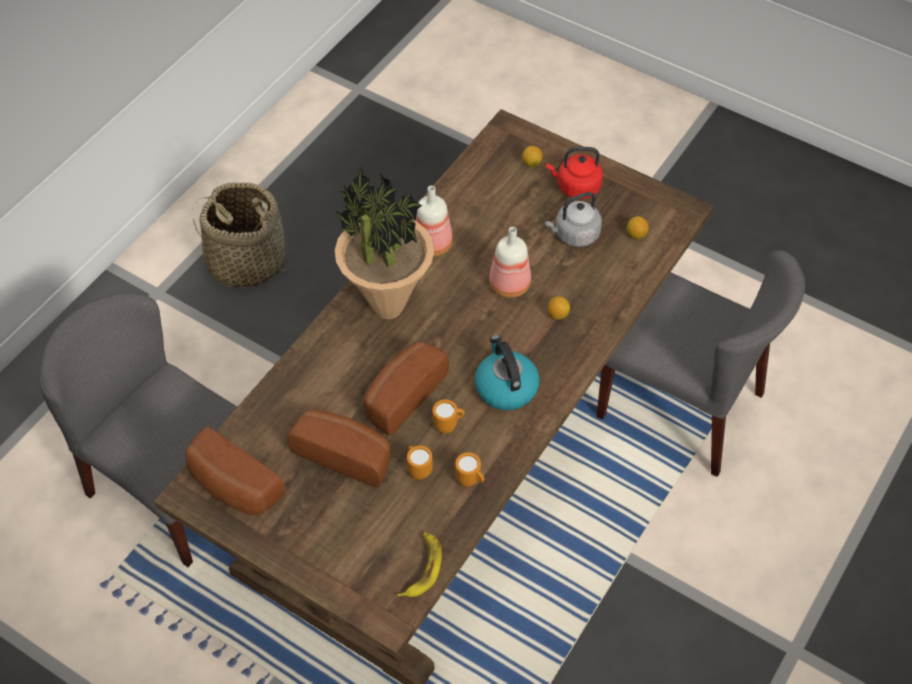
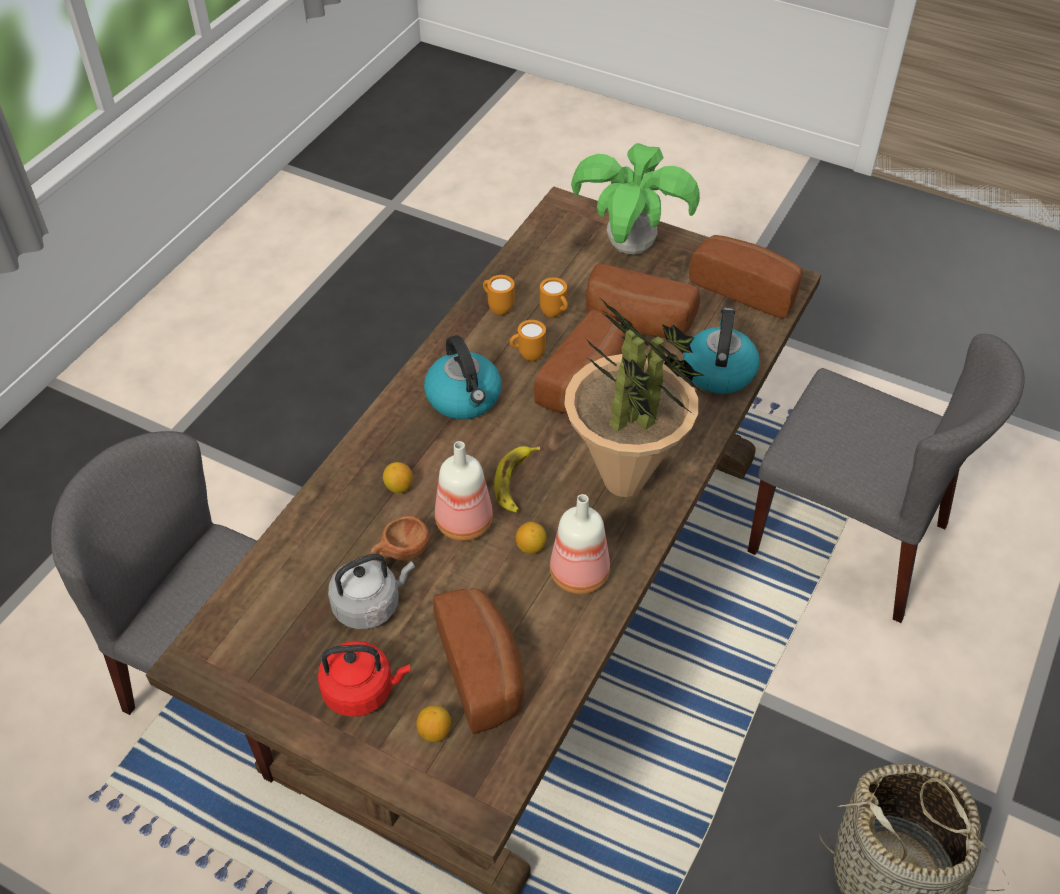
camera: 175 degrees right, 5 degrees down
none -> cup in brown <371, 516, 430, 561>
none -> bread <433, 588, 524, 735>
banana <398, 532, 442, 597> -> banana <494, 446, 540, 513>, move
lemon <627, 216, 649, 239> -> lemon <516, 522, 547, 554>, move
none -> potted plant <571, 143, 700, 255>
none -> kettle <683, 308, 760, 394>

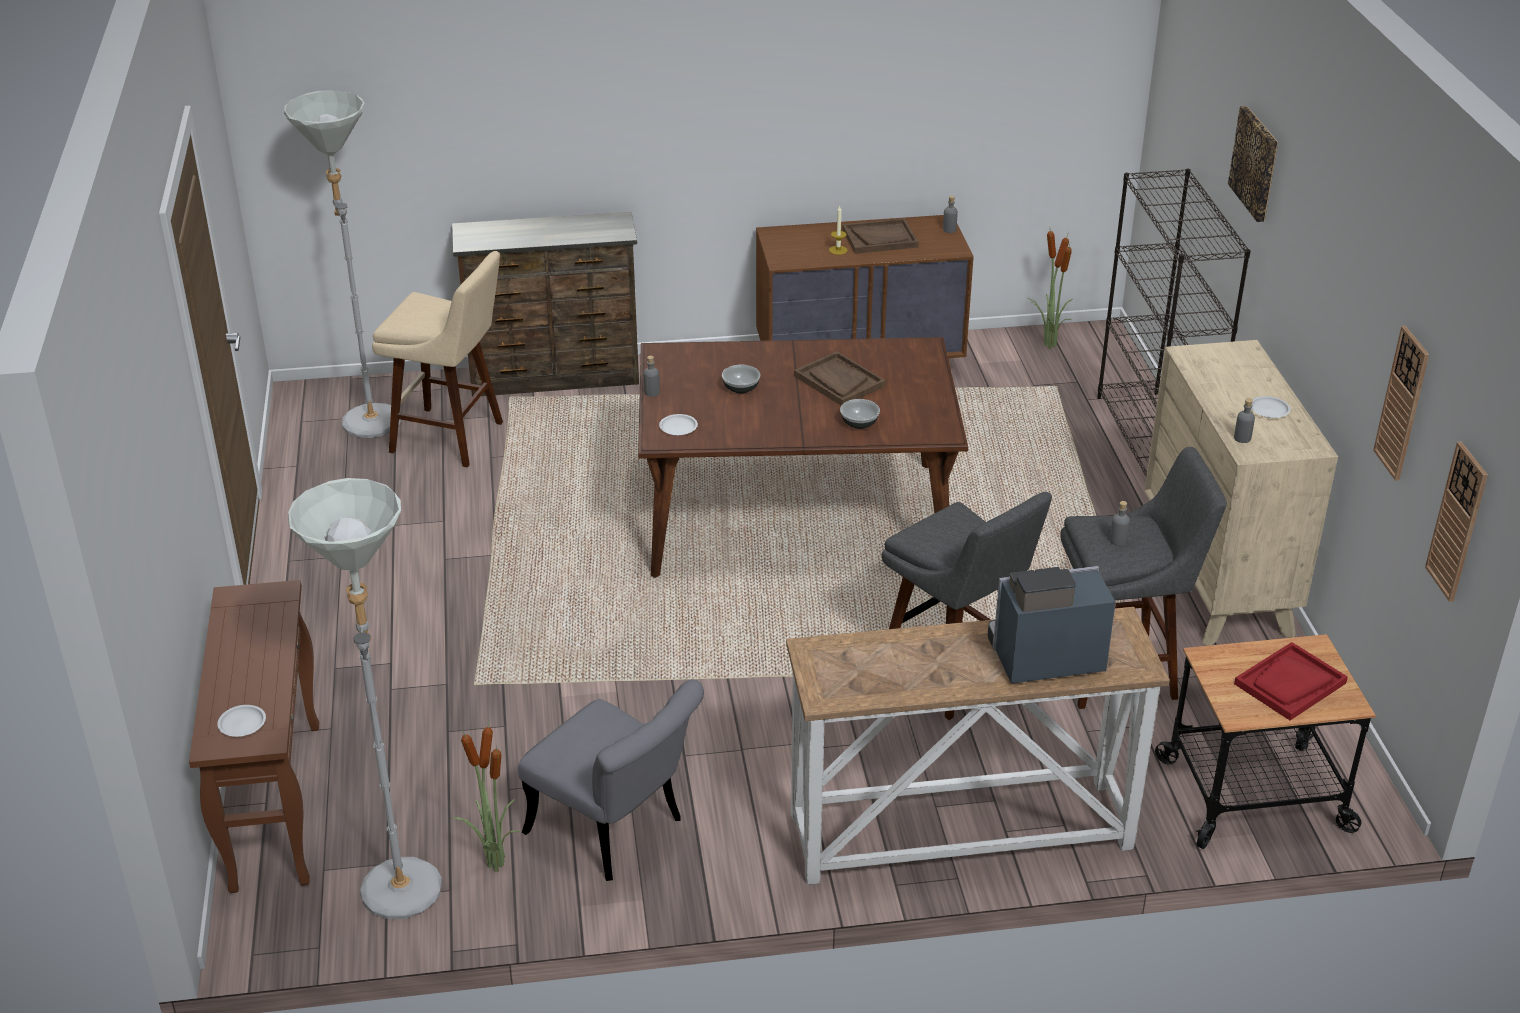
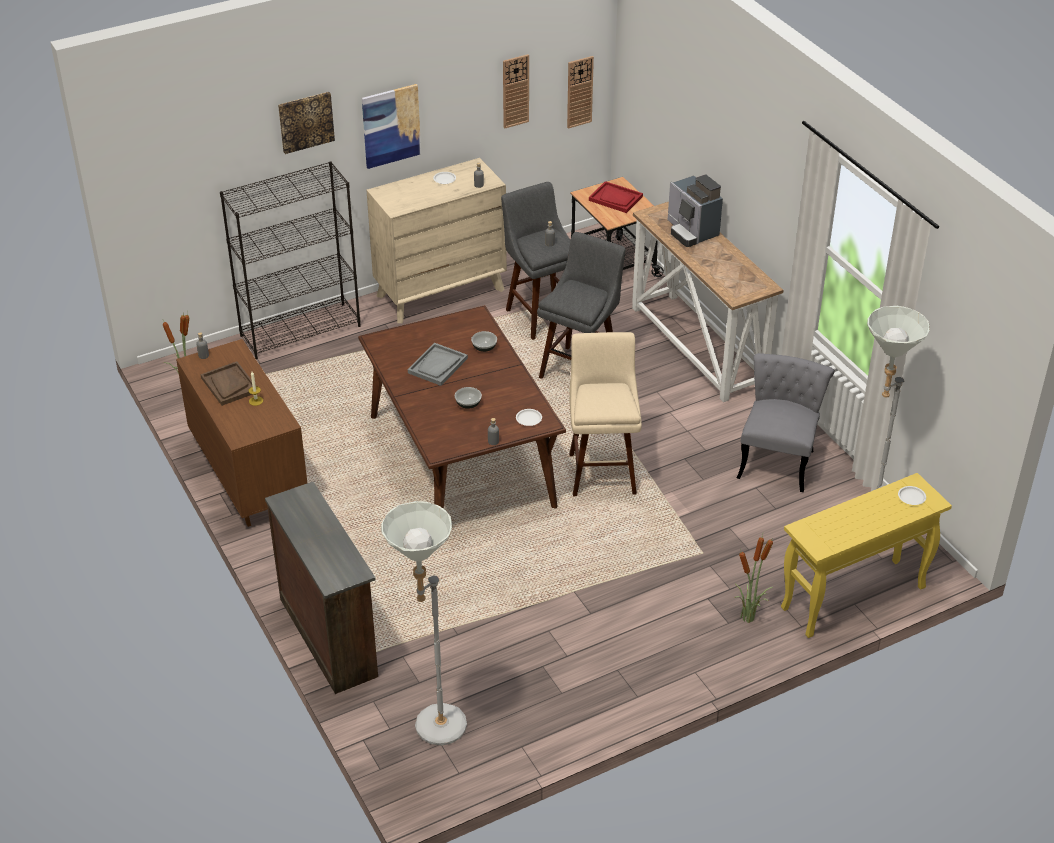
camera: 110 degrees left, 5 degrees up
none -> picture <362, 84, 421, 169>
tray in brown <794, 351, 886, 406> -> tray in grey <408, 343, 468, 386>
stool in beige <372, 251, 503, 467> -> stool in beige <569, 332, 642, 496>, move
potted plant <452, 716, 520, 872> -> potted plant <734, 534, 773, 623>, move
console table in brown <189, 580, 319, 893> -> console table in yellow <781, 473, 952, 638>

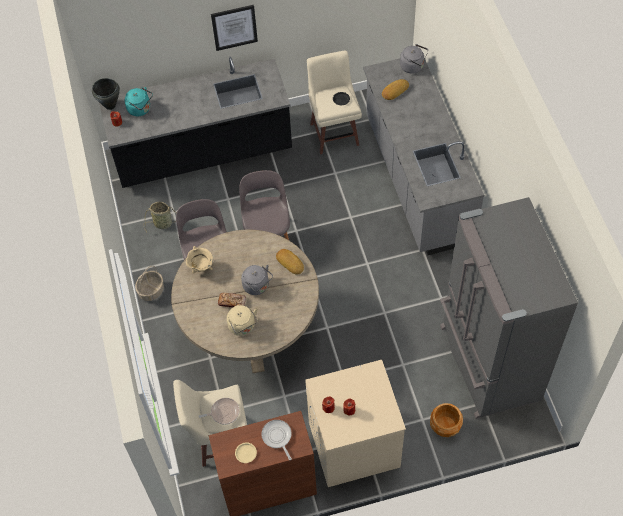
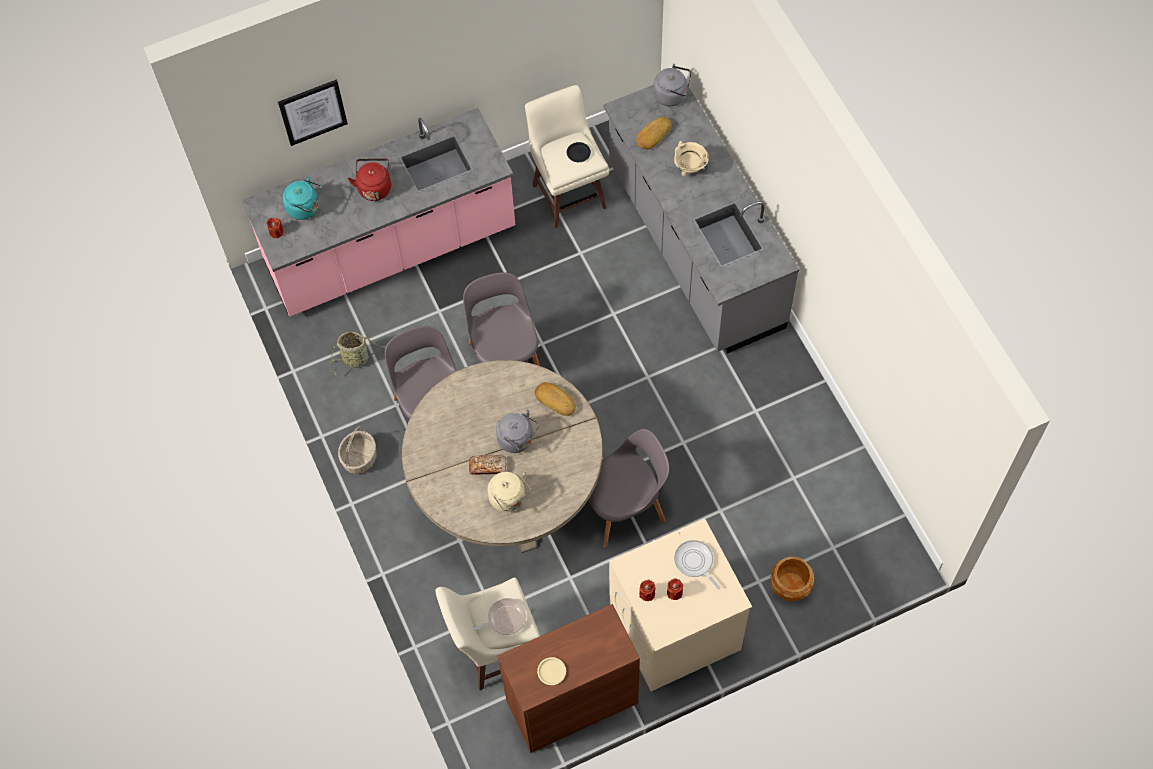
camera: 10 degrees left, 5 degrees up
counter in black <99, 57, 292, 188> -> counter in pink <241, 108, 515, 317>
picture <211, 5, 258, 51> -> picture <278, 79, 348, 146>, move
none -> kettle in red <348, 158, 391, 201>
none -> chair in grey <588, 429, 669, 548>
cooking pot in beige <186, 246, 213, 273> -> cooking pot in beige <674, 141, 709, 176>, move
frying pan <261, 420, 292, 460> -> frying pan <674, 540, 720, 589>, move
cooking pot in black <92, 78, 120, 110> -> none
fridge in grey <440, 197, 578, 419> -> none

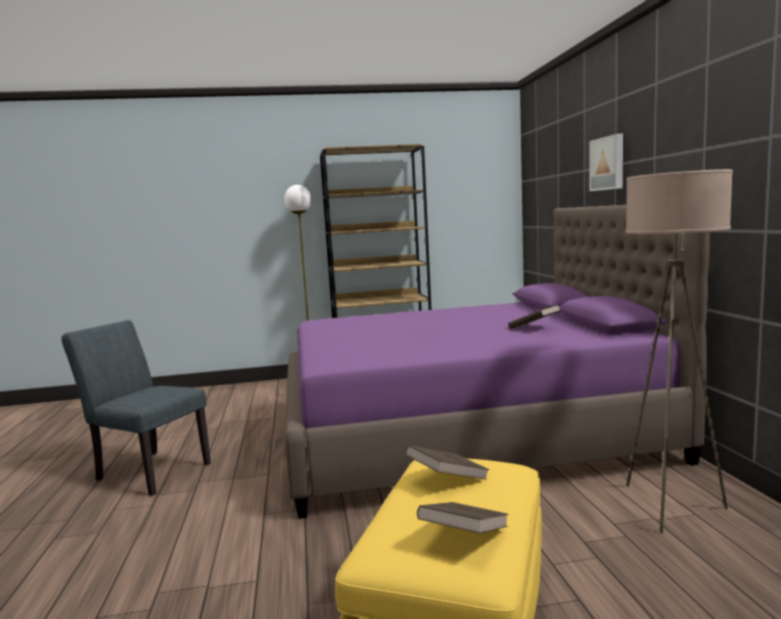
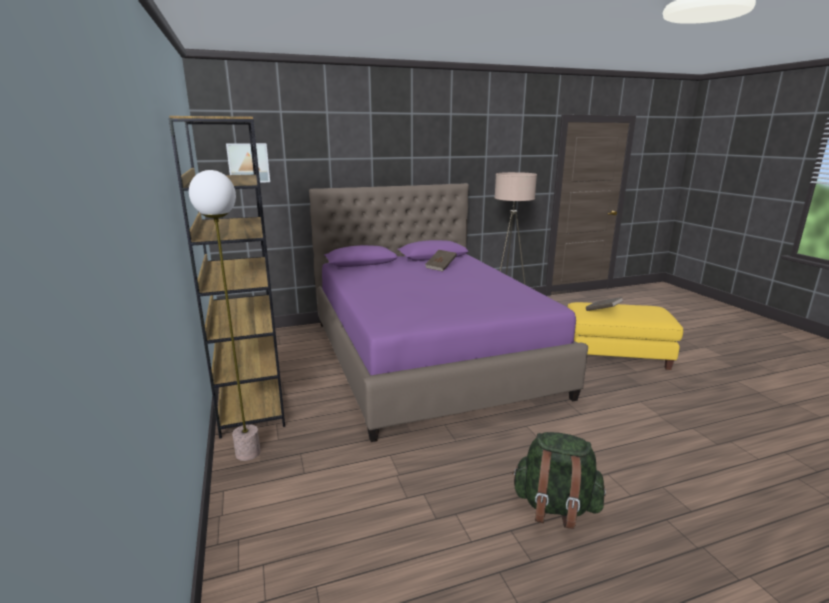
camera: 100 degrees left, 10 degrees up
picture <589, 133, 623, 191> -> picture <226, 143, 270, 183>, move
chair in grey <61, 320, 211, 496> -> backpack in green <512, 432, 606, 529>
book in brown <417, 502, 509, 534> -> none

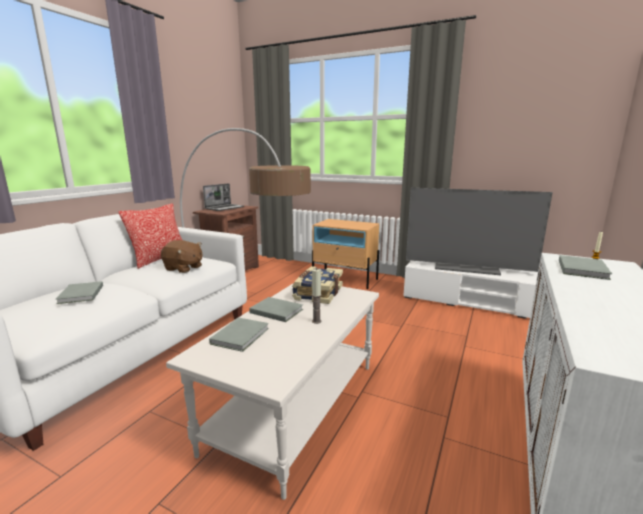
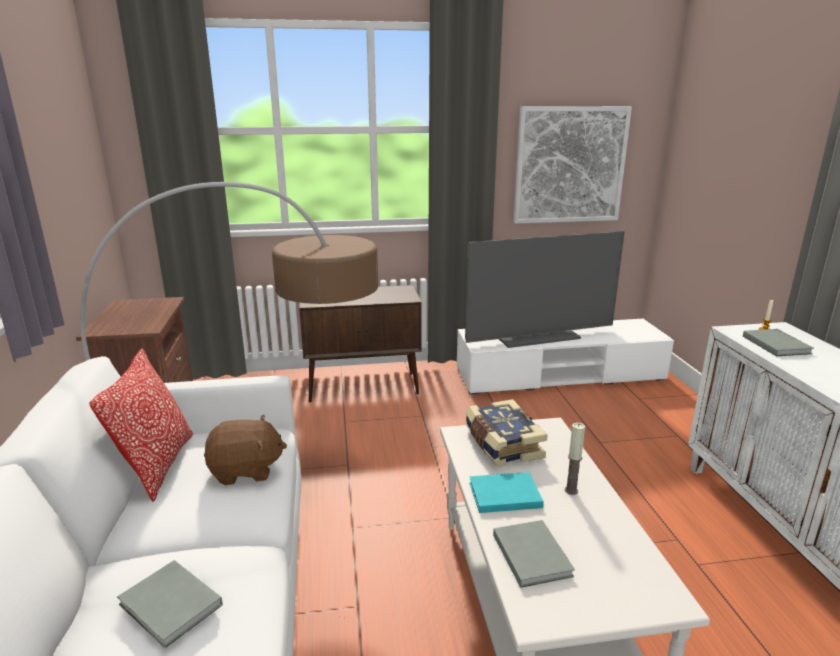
camera: 35 degrees left, 5 degrees up
nightstand in beige <312, 219, 379, 289> -> cabinet in brown <299, 285, 421, 402>
book in grey <249, 297, 303, 322> -> book in turquoise <469, 472, 544, 513>
none -> picture <514, 106, 632, 224>
laptop <203, 183, 244, 211> -> none

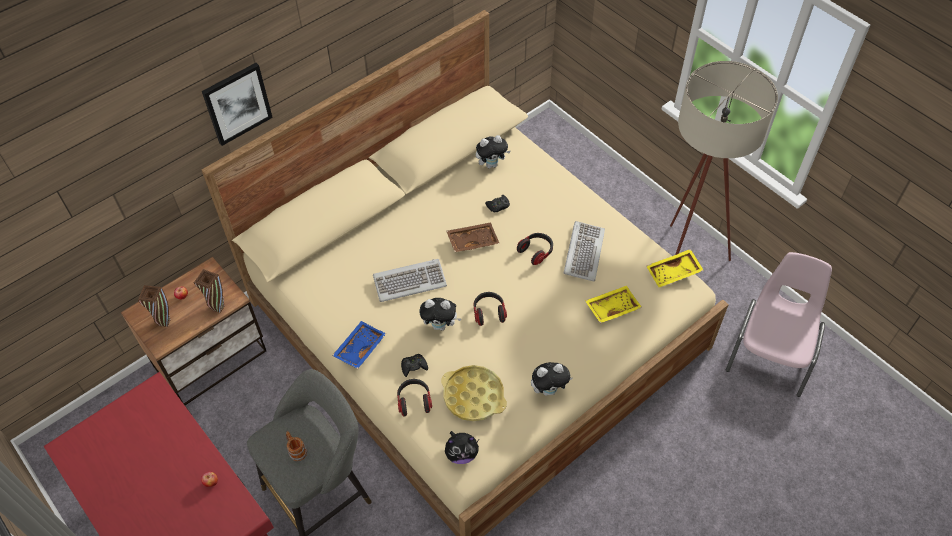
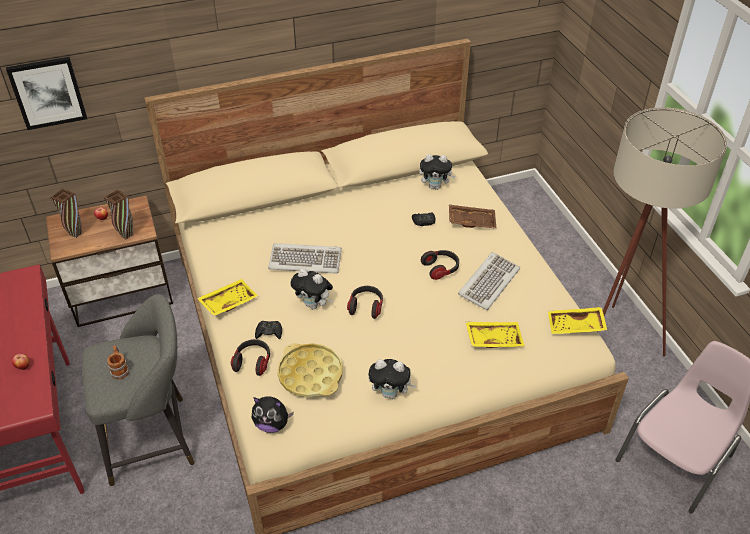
camera: 20 degrees right, 10 degrees down
picture <202, 63, 273, 146> -> picture <6, 57, 87, 130>, move
tray in blue <332, 321, 386, 369> -> tray in yellow <197, 279, 258, 316>
tray in brown <446, 222, 500, 252> -> tray in brown <449, 204, 497, 229>, move

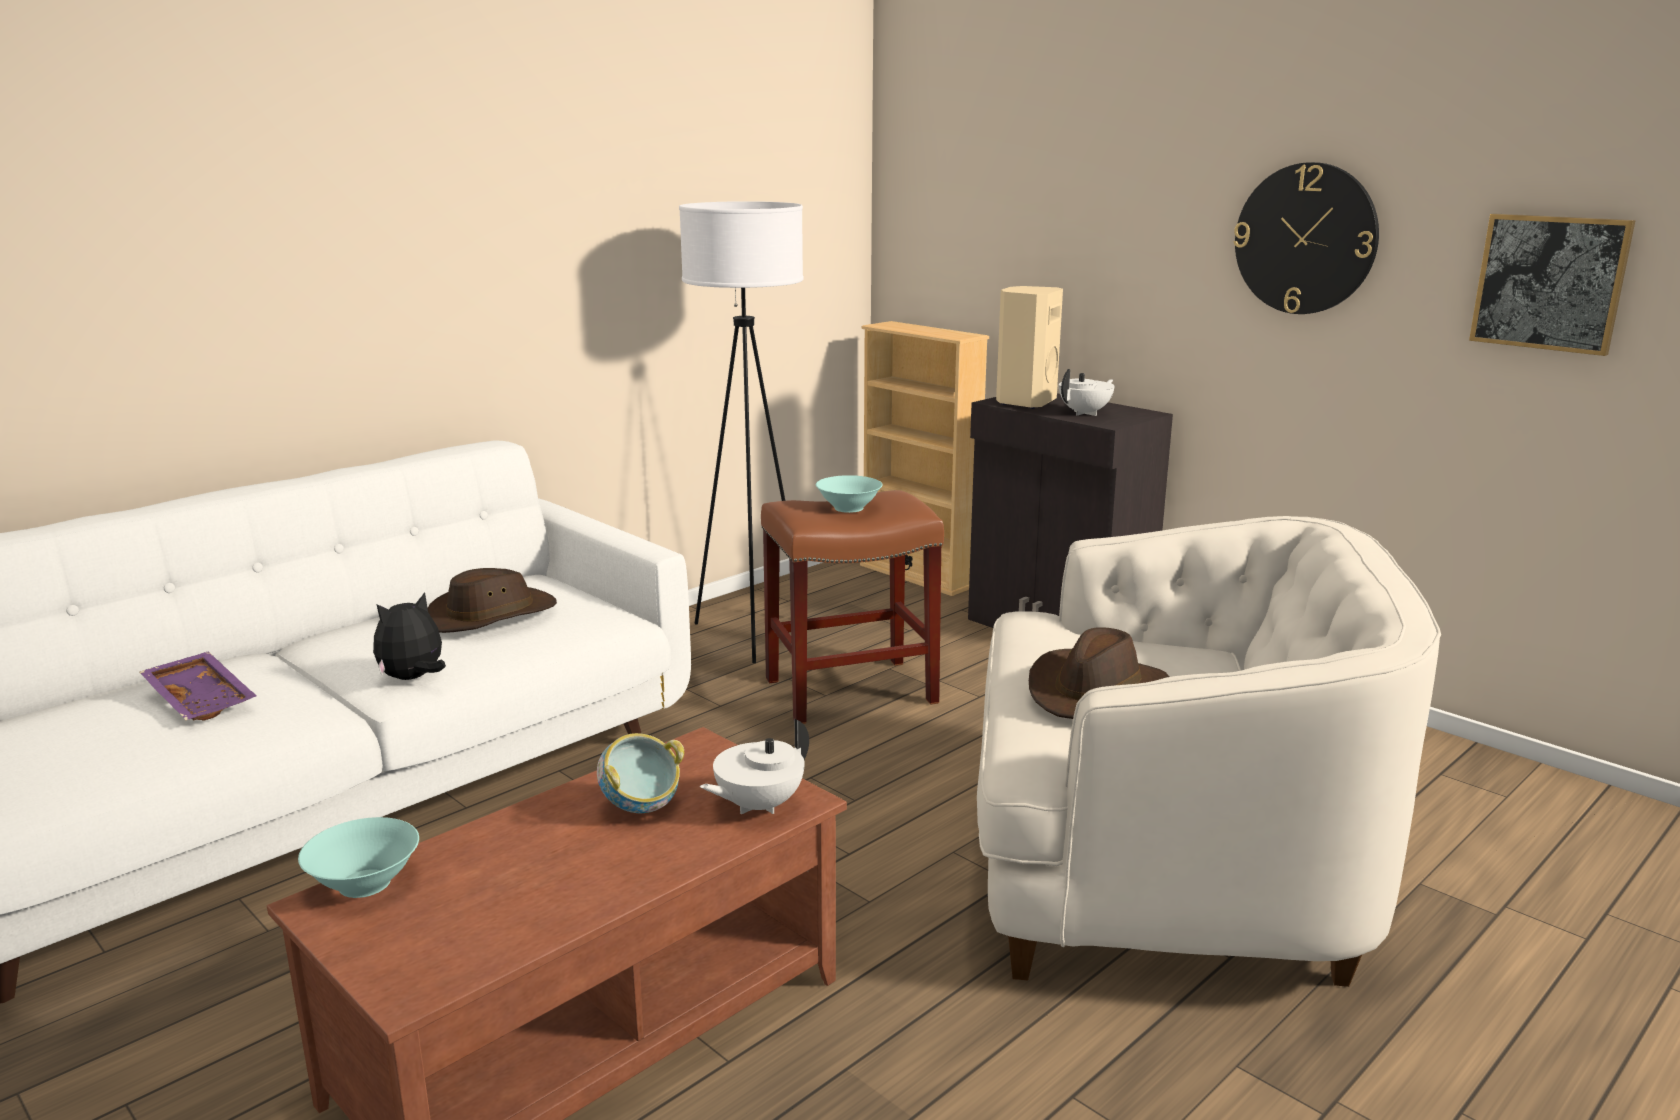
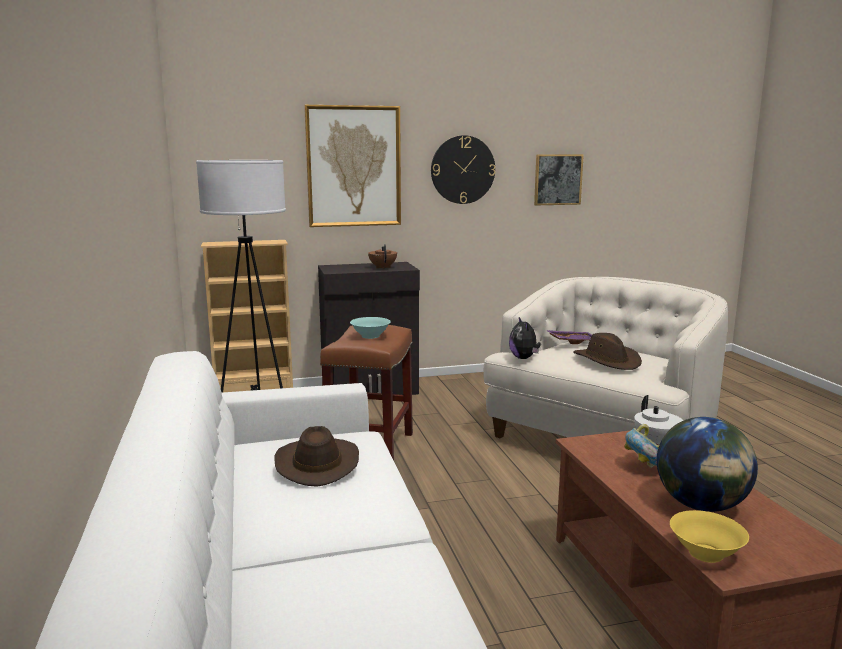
camera: 60 degrees left, 5 degrees down
none -> picture <304, 105, 401, 227>
teapot in white <1059, 369, 1115, 416> -> teapot in brown <368, 244, 397, 269>
plush toy <373, 592, 446, 680> -> plush toy <509, 317, 541, 359>, move
tray in purple <140, 651, 257, 721> -> tray in purple <546, 330, 592, 344>, move
none -> globe <657, 417, 758, 512>
bowl in turquoise <298, 817, 419, 898> -> bowl in yellow <670, 510, 749, 563>
speaker in beige <996, 286, 1063, 409> -> none

